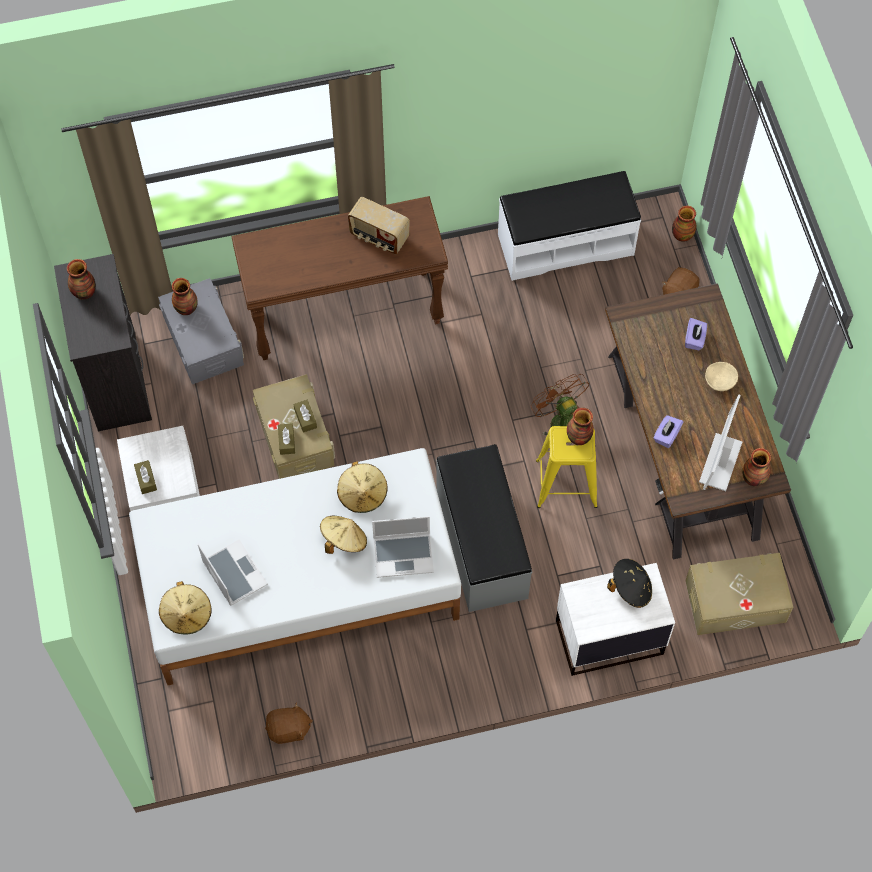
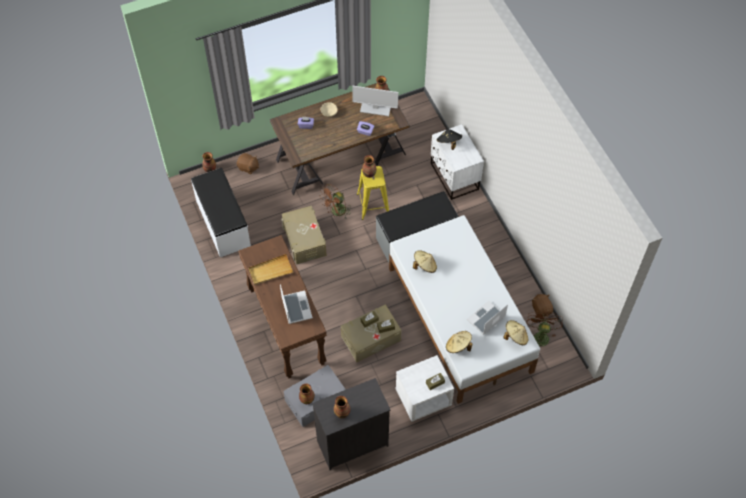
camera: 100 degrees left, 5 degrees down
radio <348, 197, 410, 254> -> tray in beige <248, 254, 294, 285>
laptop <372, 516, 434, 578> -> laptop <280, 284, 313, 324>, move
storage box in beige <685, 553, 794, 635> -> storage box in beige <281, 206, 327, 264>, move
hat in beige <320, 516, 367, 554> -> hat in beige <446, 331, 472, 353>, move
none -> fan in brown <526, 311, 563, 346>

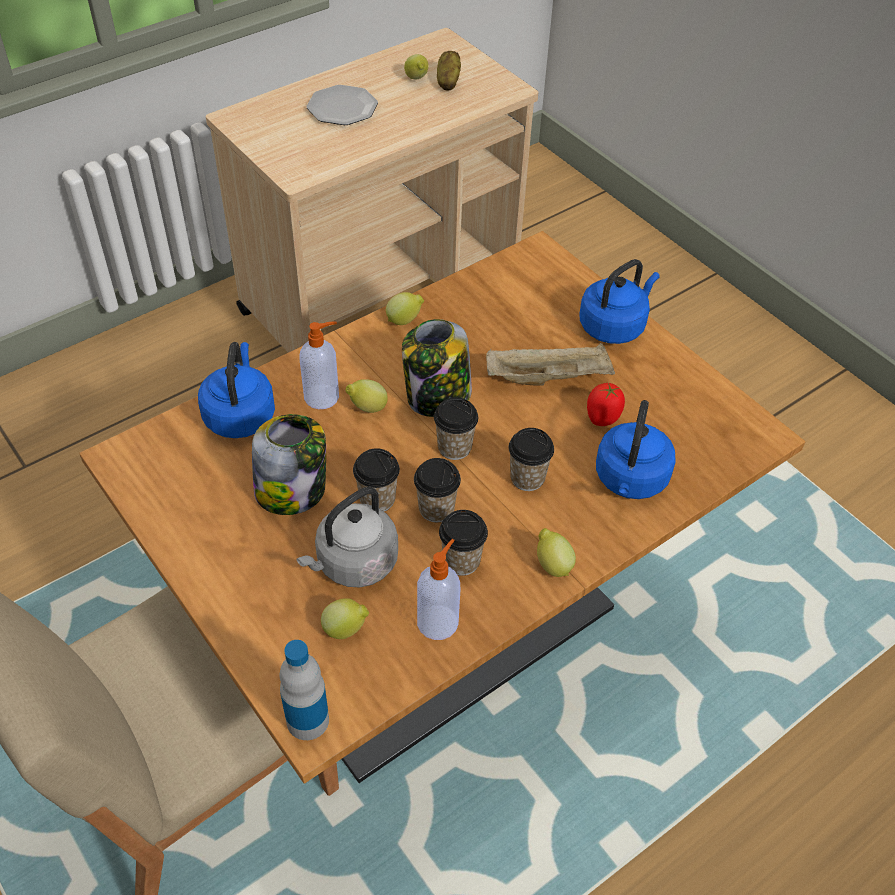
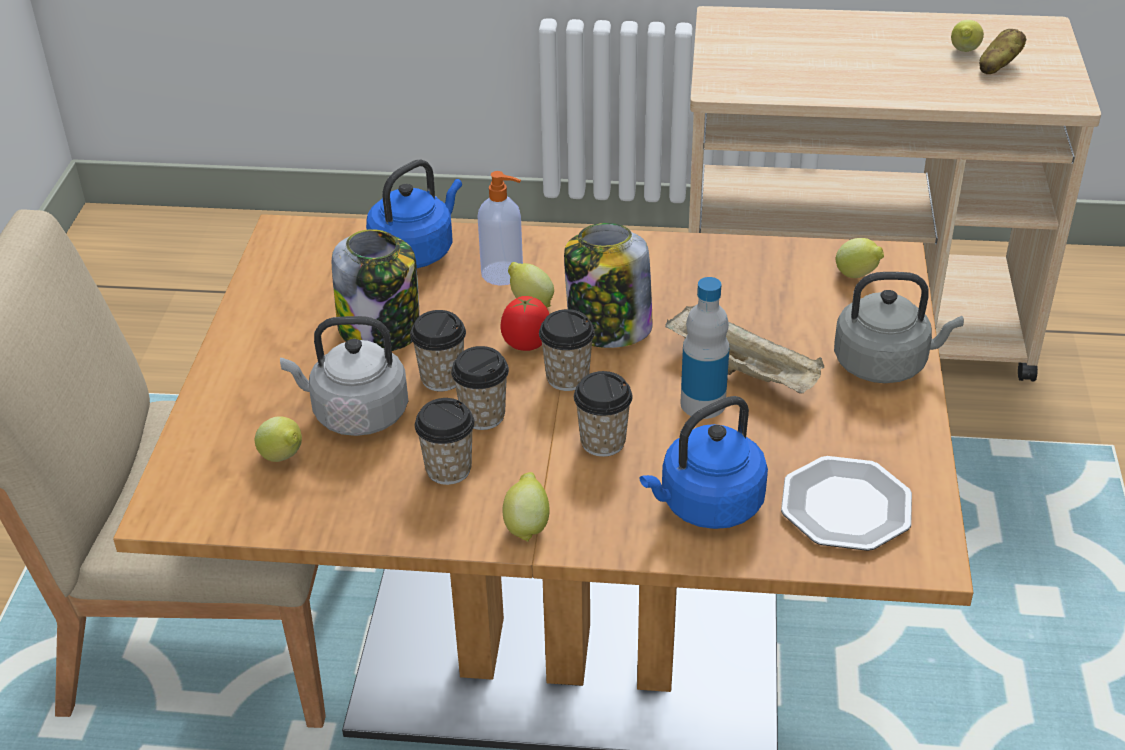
camera: 45 degrees right, 10 degrees down
tomato <587, 383, 625, 426> -> tomato <501, 296, 549, 351>, move
bottle <279, 640, 329, 740> -> bottle <681, 277, 730, 419>, move
plate <306, 85, 378, 125> -> plate <781, 456, 912, 551>, move
kettle in blue <579, 259, 660, 344> -> kettle in grey <834, 272, 964, 383>
lemon <386, 292, 424, 325> -> lemon <835, 238, 884, 278>, move
soap dispenser <417, 539, 461, 640> -> none

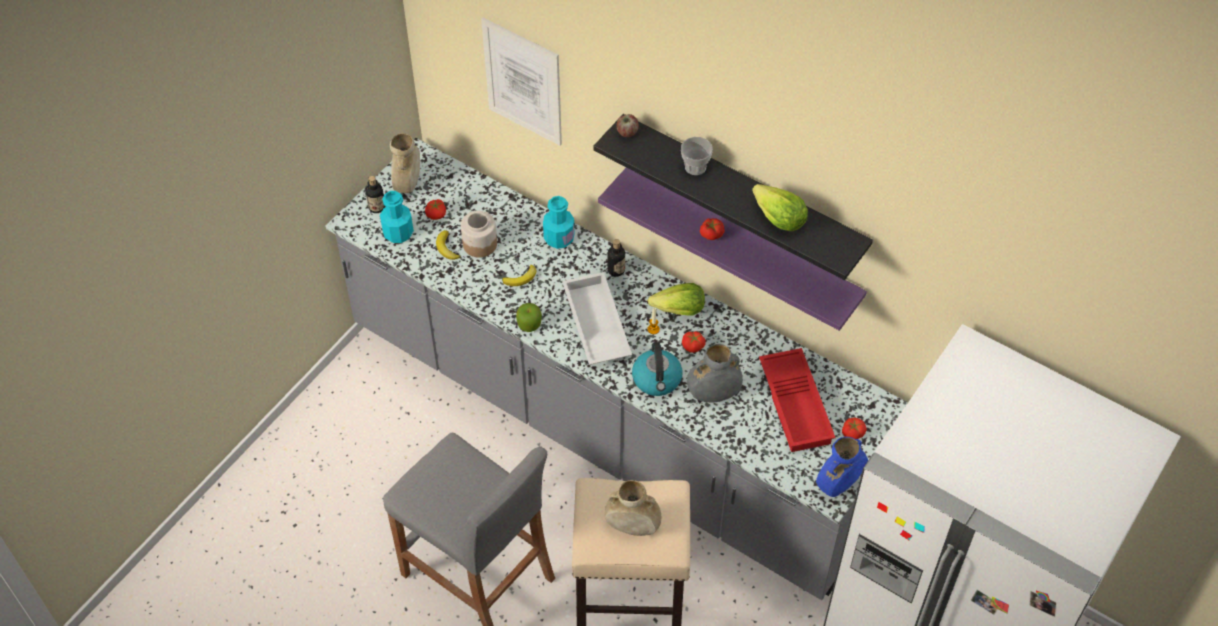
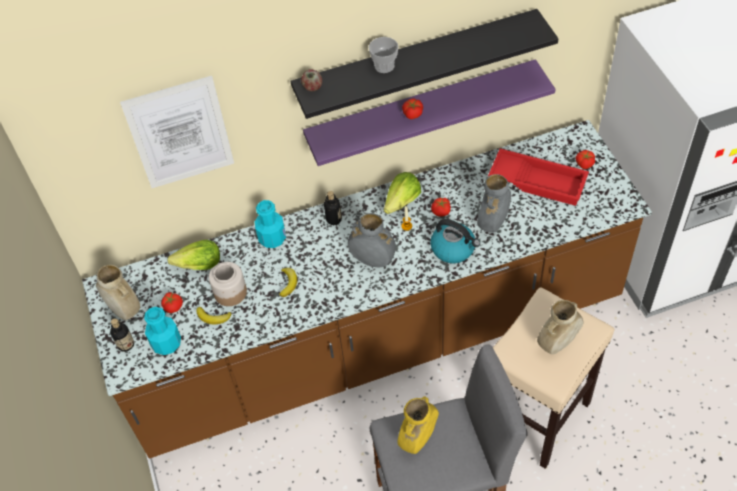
camera: 50 degrees left, 0 degrees up
counter in grey <326, 138, 908, 600> -> counter in brown <82, 120, 652, 459>
lettuce <752, 184, 808, 231> -> lettuce <167, 240, 220, 270>, move
tray in white <562, 272, 632, 365> -> vase in grey <348, 213, 396, 267>
none -> vase in yellow <398, 397, 439, 454>
apple <516, 303, 542, 332> -> none
vase in blue <816, 437, 868, 497> -> none

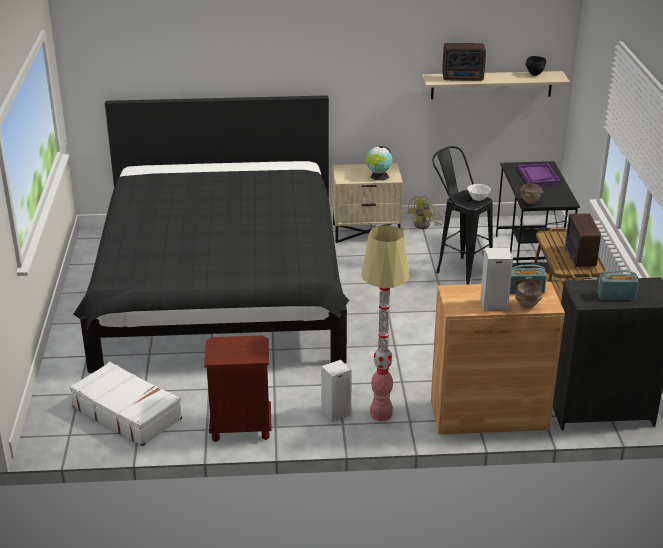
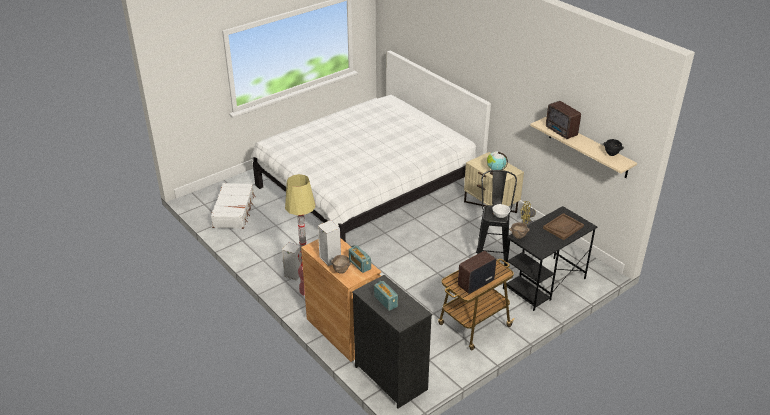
camera: 55 degrees right, 5 degrees up
bed in black <73, 95, 349, 373> -> bed in white <251, 50, 491, 242>
tray in purple <518, 164, 560, 185> -> tray in brown <543, 213, 584, 240>
nightstand in brown <204, 335, 272, 442> -> none

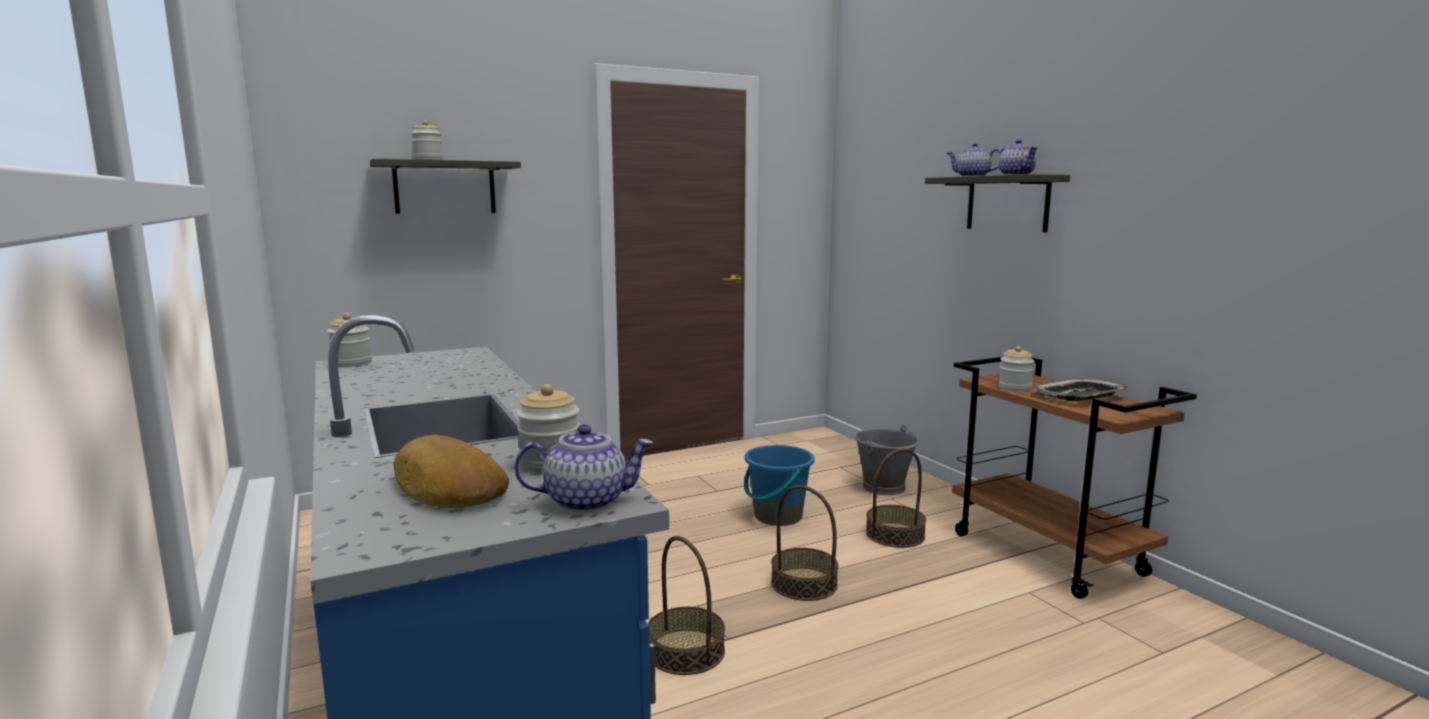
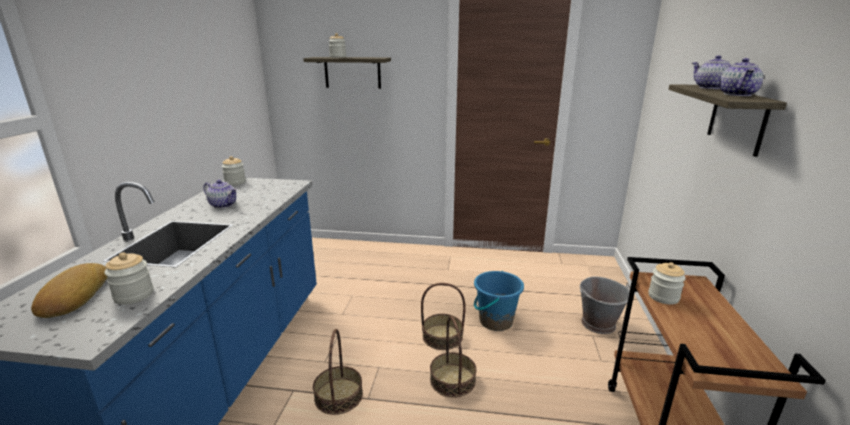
camera: 35 degrees right, 10 degrees up
teapot <514, 424, 653, 512> -> teapot <203, 180, 237, 208>, move
basket <866, 448, 926, 548> -> basket <421, 283, 466, 350>, move
tray <1033, 378, 1128, 401> -> none

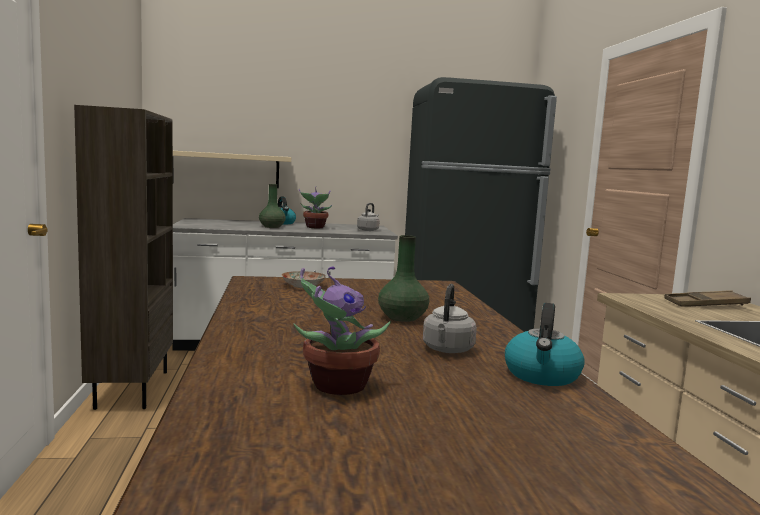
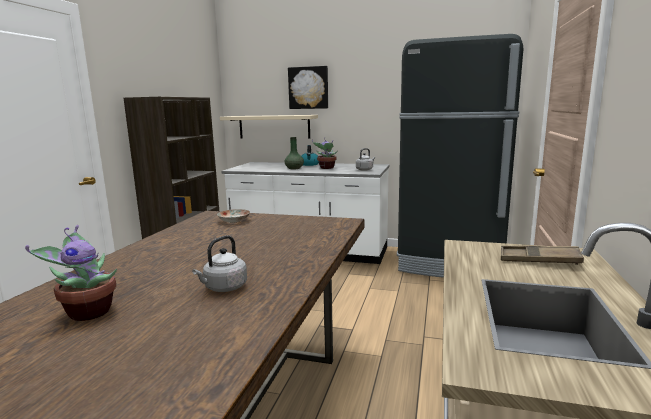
camera: 25 degrees right, 5 degrees up
none -> picture <288, 66, 328, 109>
vase in green <378, 235, 429, 322> -> none
kettle <505, 303, 585, 386> -> none

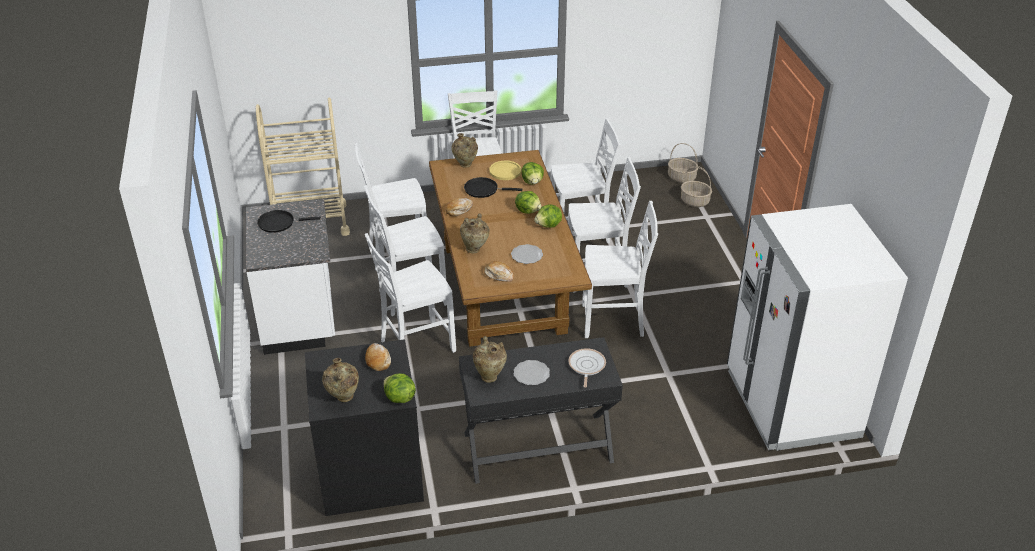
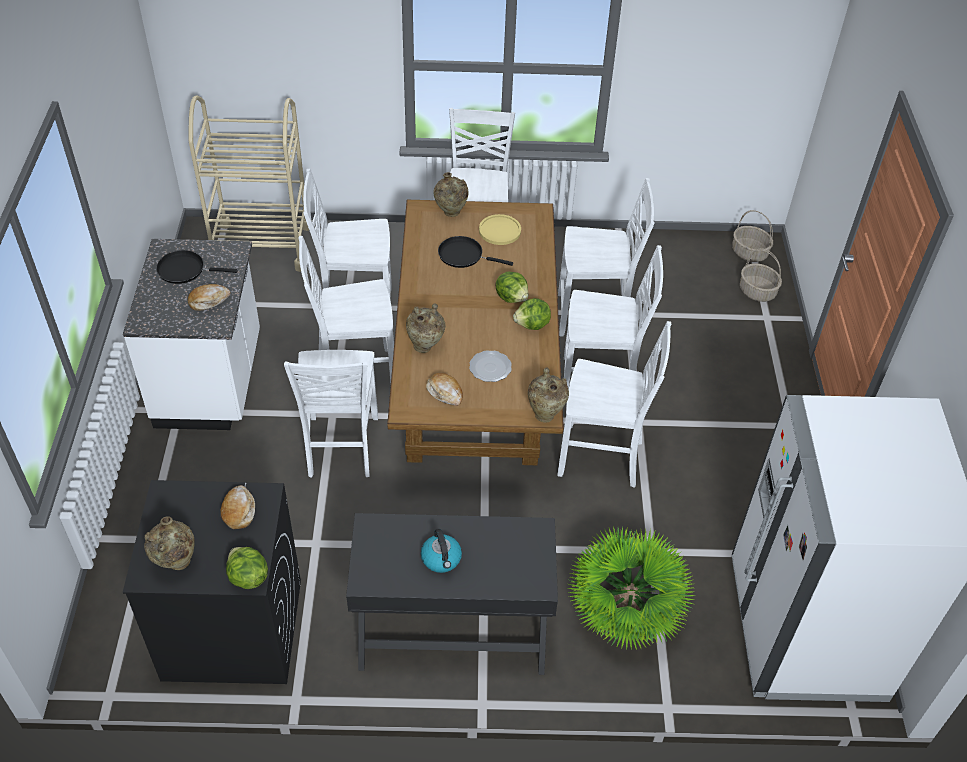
camera: 10 degrees right, 10 degrees up
bread <445, 198, 473, 216> -> bread <188, 284, 230, 311>, move
chair in white <365, 233, 456, 353> -> chair in white <284, 350, 378, 478>, 75 degrees counterclockwise
plate <513, 360, 550, 385> -> kettle <421, 529, 462, 573>
vase in beige <473, 336, 507, 383> -> vase in beige <528, 368, 569, 422>, move
none -> potted plant <567, 526, 695, 651>
lettuce <521, 162, 544, 184> -> none
frying pan <568, 348, 606, 388> -> none

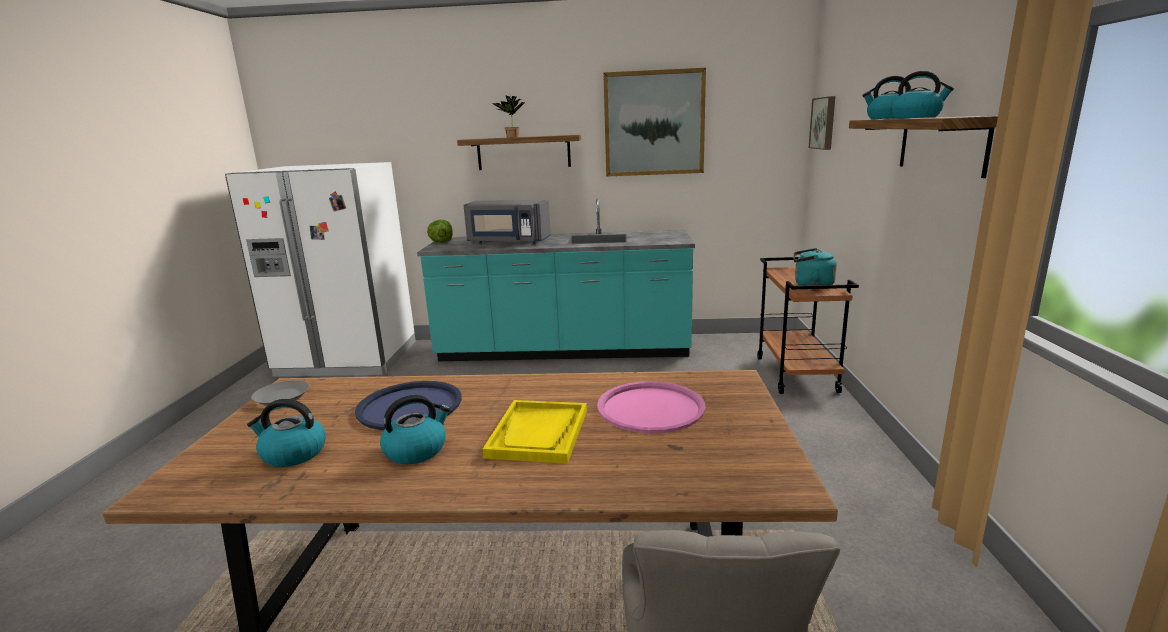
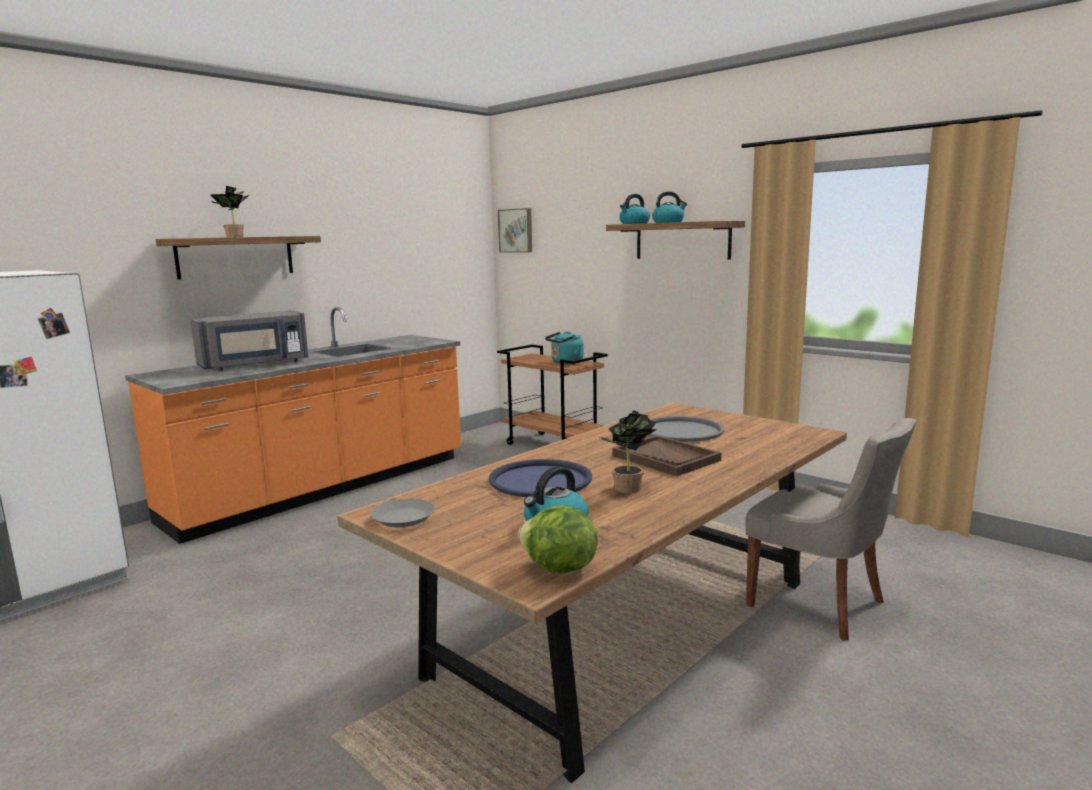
camera: 50 degrees left, 5 degrees down
counter in turquoise <417, 199, 695, 361> -> counter in orange <125, 307, 461, 544>
lettuce <427, 219, 453, 243> -> lettuce <518, 506, 598, 573>, move
kettle <380, 395, 450, 464> -> potted plant <600, 410, 657, 493>
tray in yellow <483, 400, 587, 464> -> tray in brown <612, 435, 721, 476>
tray in pink <597, 381, 706, 433> -> tray in grey <647, 416, 725, 442>
picture <603, 68, 706, 177> -> none

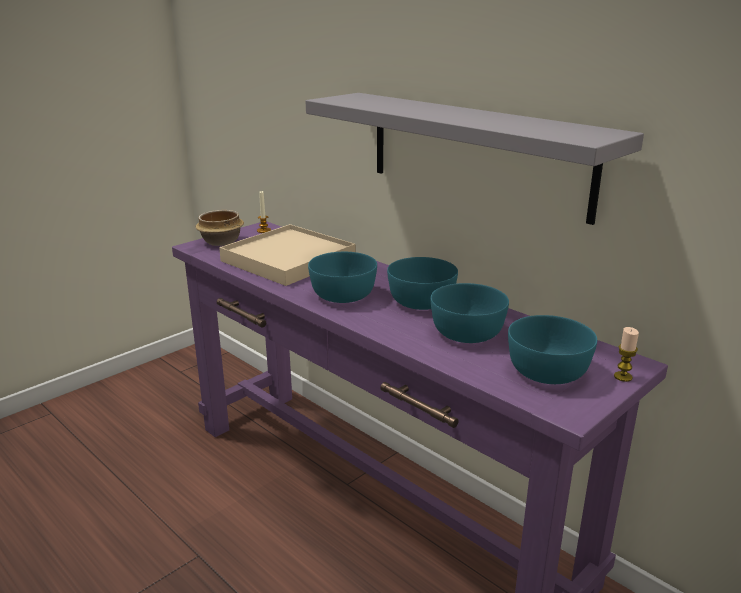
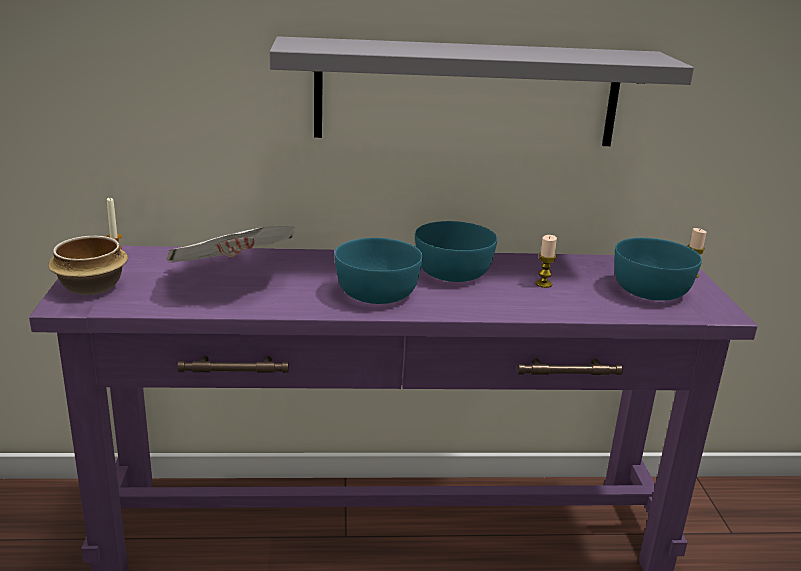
camera: 50 degrees left, 0 degrees up
tray in beige <219, 224, 356, 286> -> newspaper <166, 226, 295, 262>
bowl in turquoise <431, 283, 509, 343> -> candle <535, 235, 557, 288>

